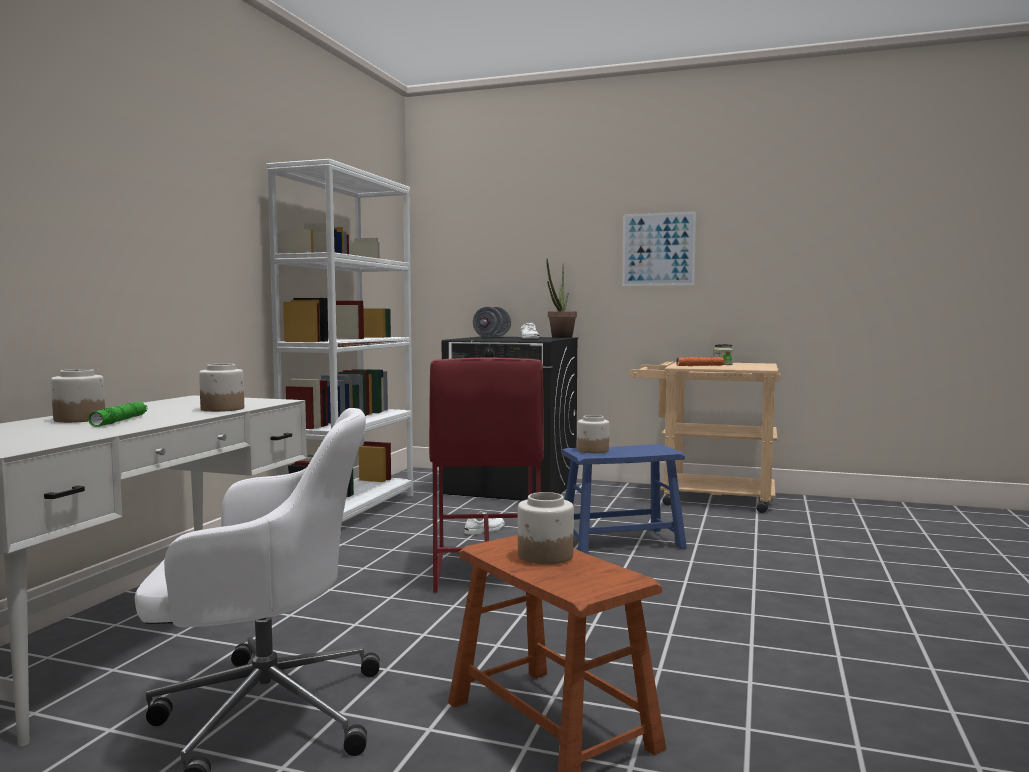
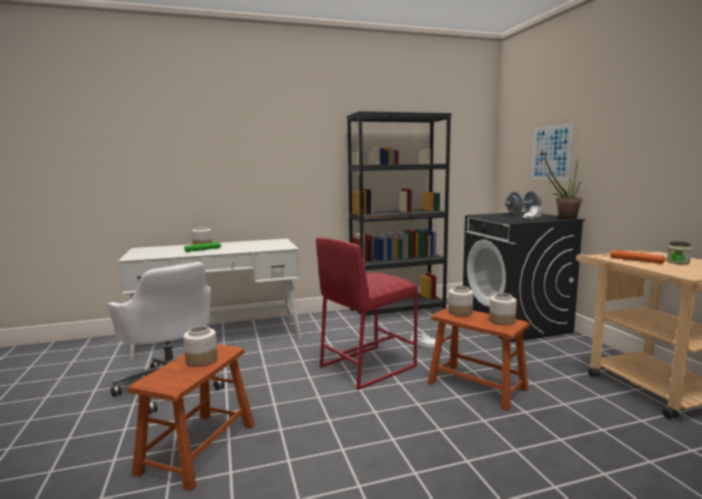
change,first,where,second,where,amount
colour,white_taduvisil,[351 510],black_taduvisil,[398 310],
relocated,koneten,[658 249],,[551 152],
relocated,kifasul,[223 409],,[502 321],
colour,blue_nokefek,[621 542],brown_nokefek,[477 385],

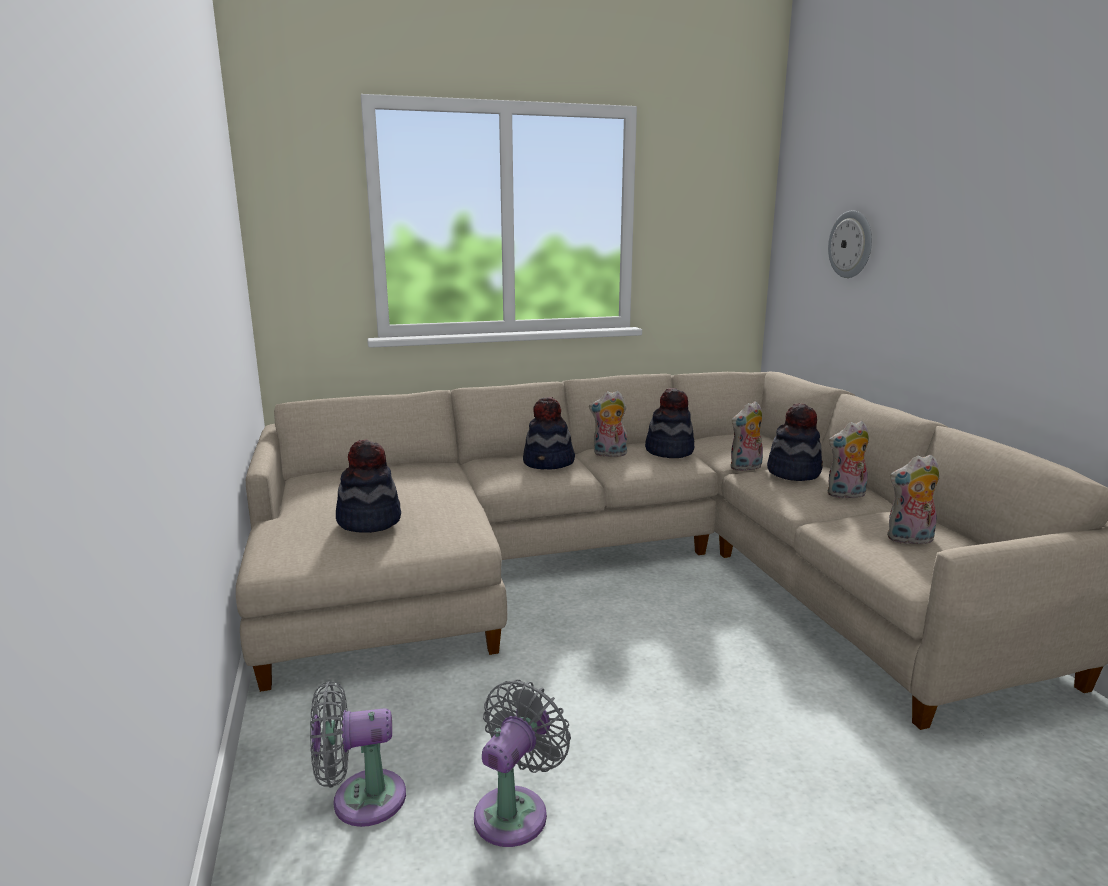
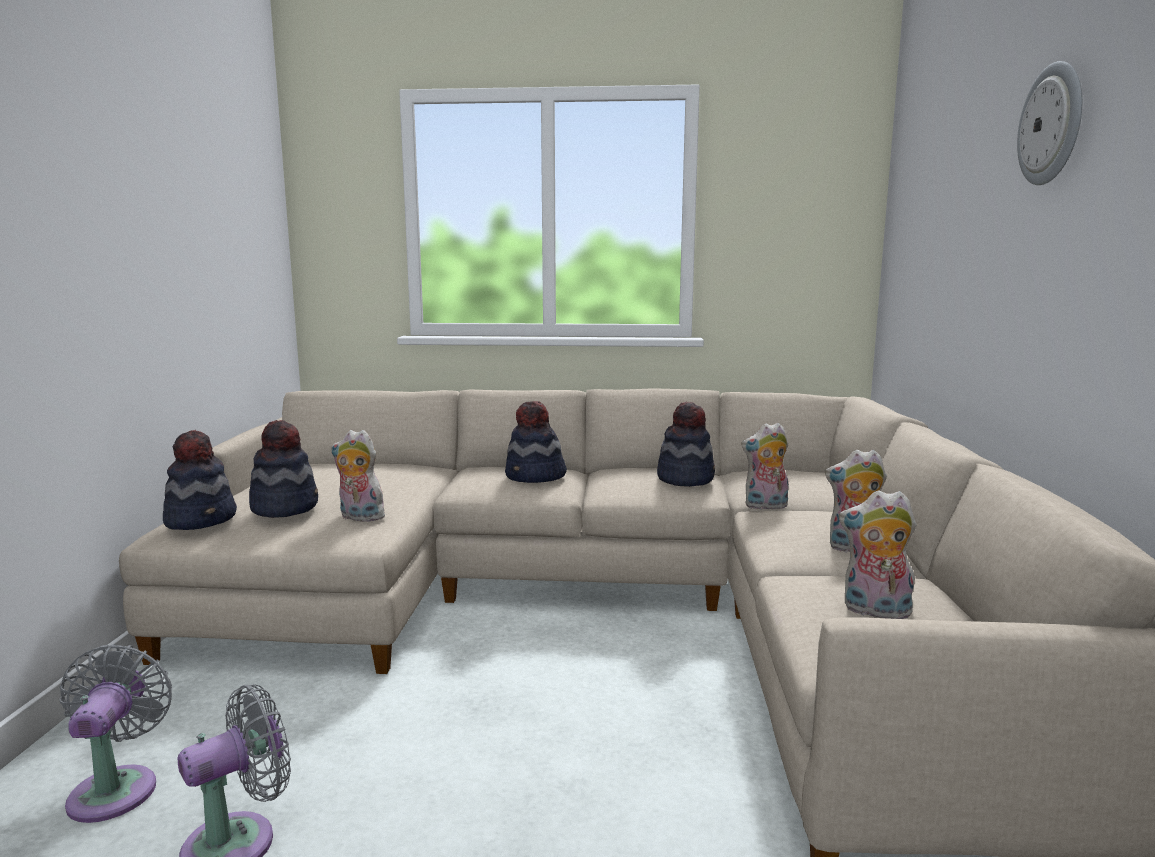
change,first,where,second,where,amount
relocated,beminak,[851 244],,[1052 124],
relocated,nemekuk,[609 454],,[359 517],
relocated,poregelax,[793 472],,[202 519],
spun,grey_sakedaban,[361 799],,[117 788],75 degrees clockwise

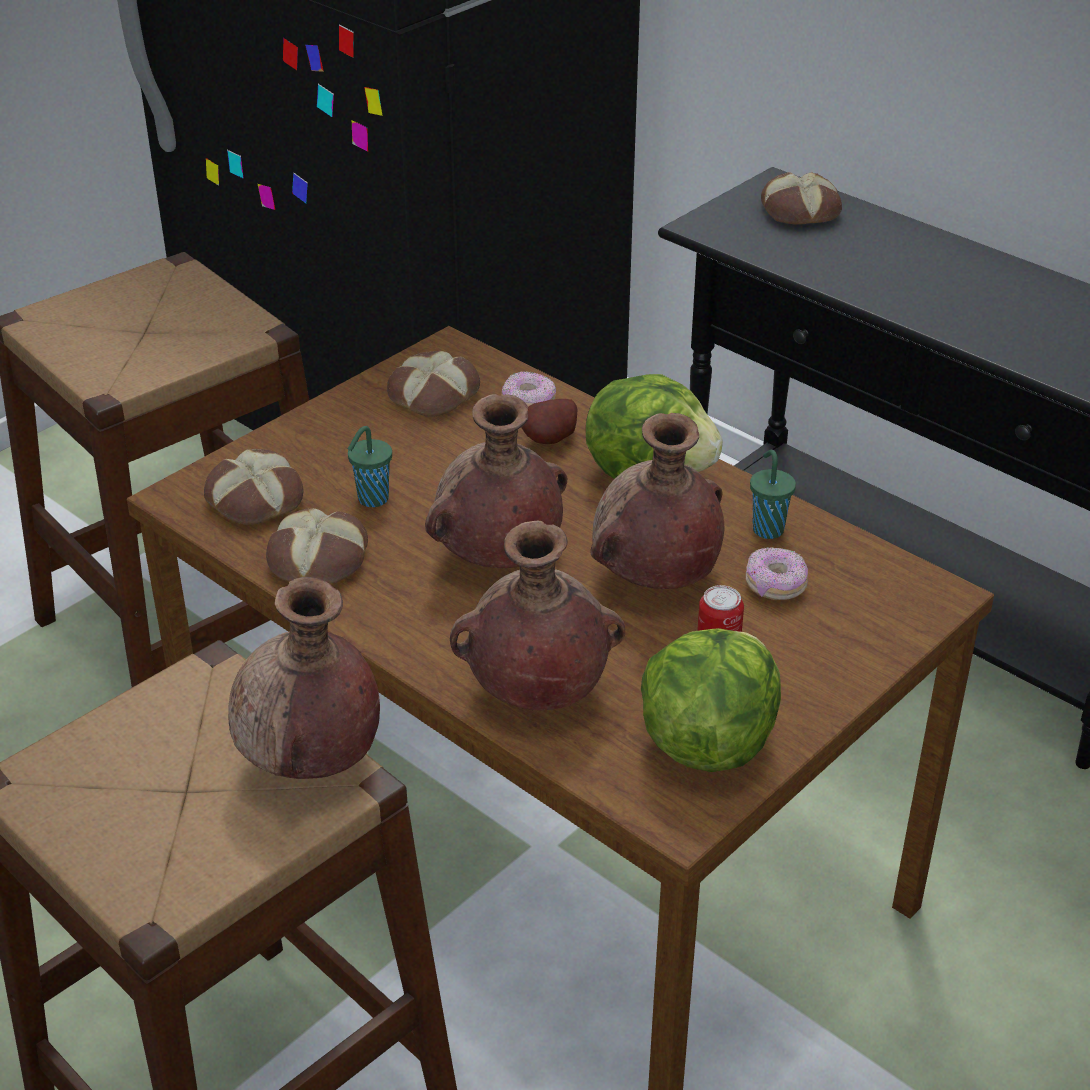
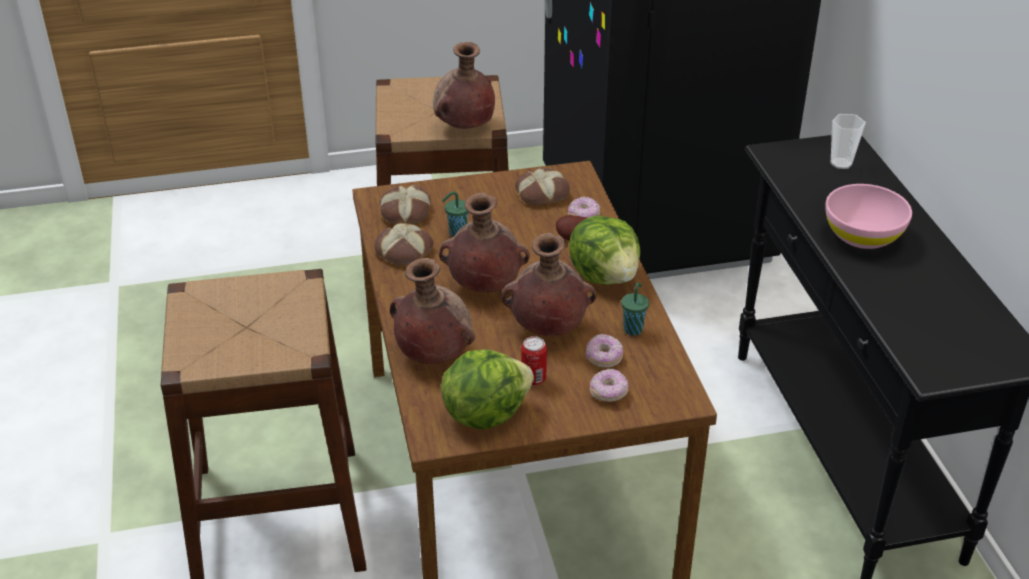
change,first,where,second,where,amount
exchanged,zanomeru,[800 211],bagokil,[841 163],
relocated,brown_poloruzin,[310 762],,[464 127],
appeared,,,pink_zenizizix,[863 236],
appeared,,,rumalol,[608 393],

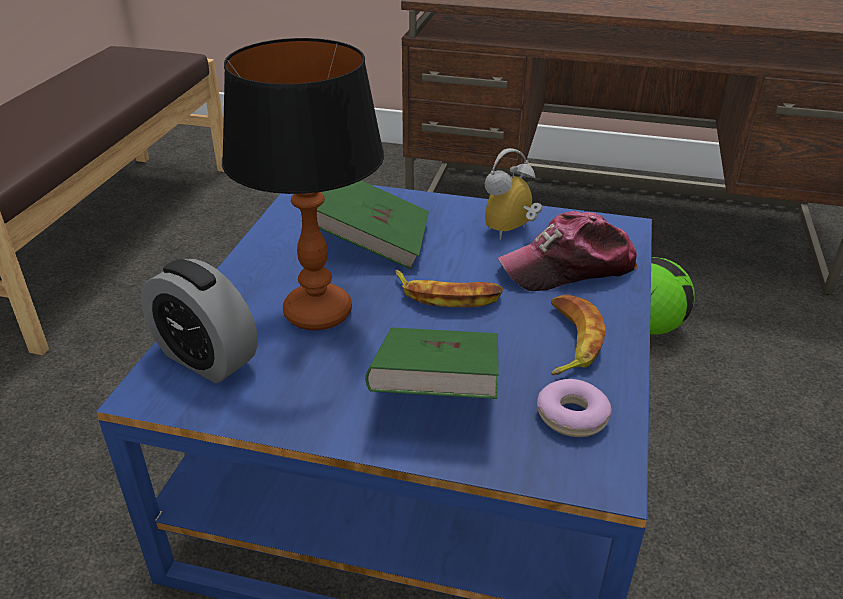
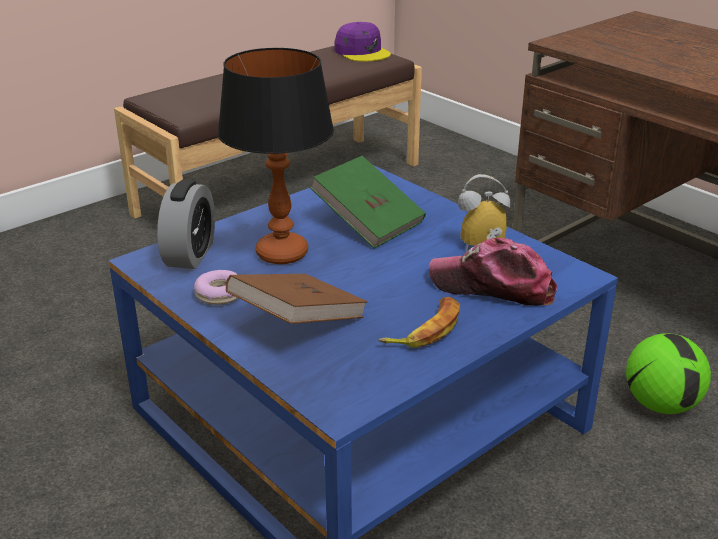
change,first,where,second,where,amount
spun,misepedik,[206 358],,[190 255],150 degrees counterclockwise
missing,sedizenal,[447 295],,,
colour,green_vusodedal,[436 390],brown_vusodedal,[298 322],
relocated,rumalol,[572 416],,[219 294],
appeared,,,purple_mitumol,[362 52],

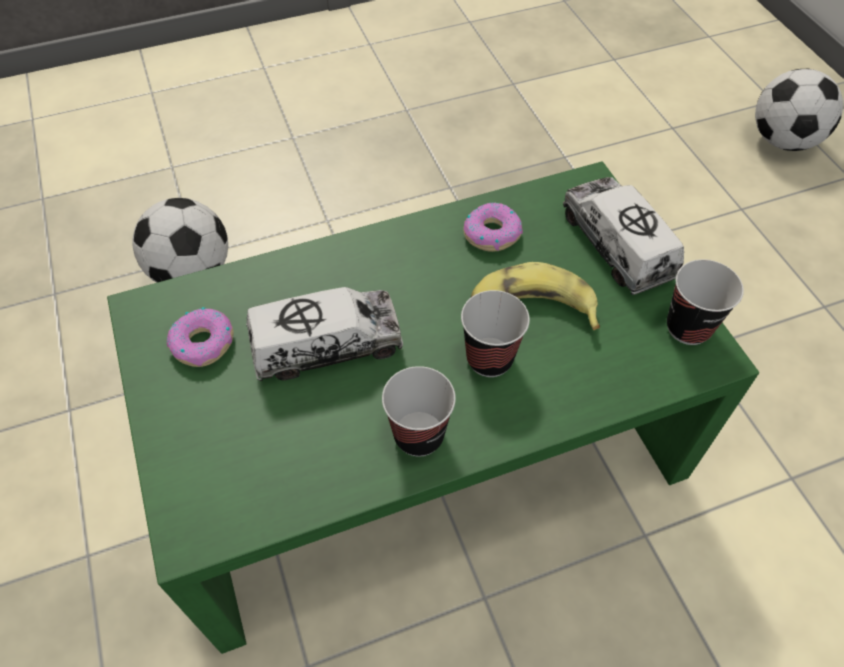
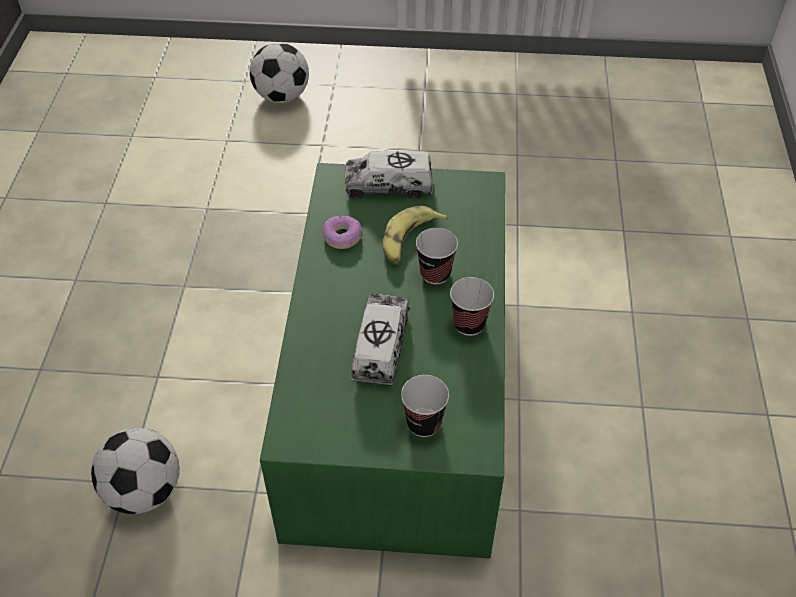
change,first,where,second,where,amount
relocated,bagokil,[688 327],,[424 423],
missing,rumalol,[203 343],,,

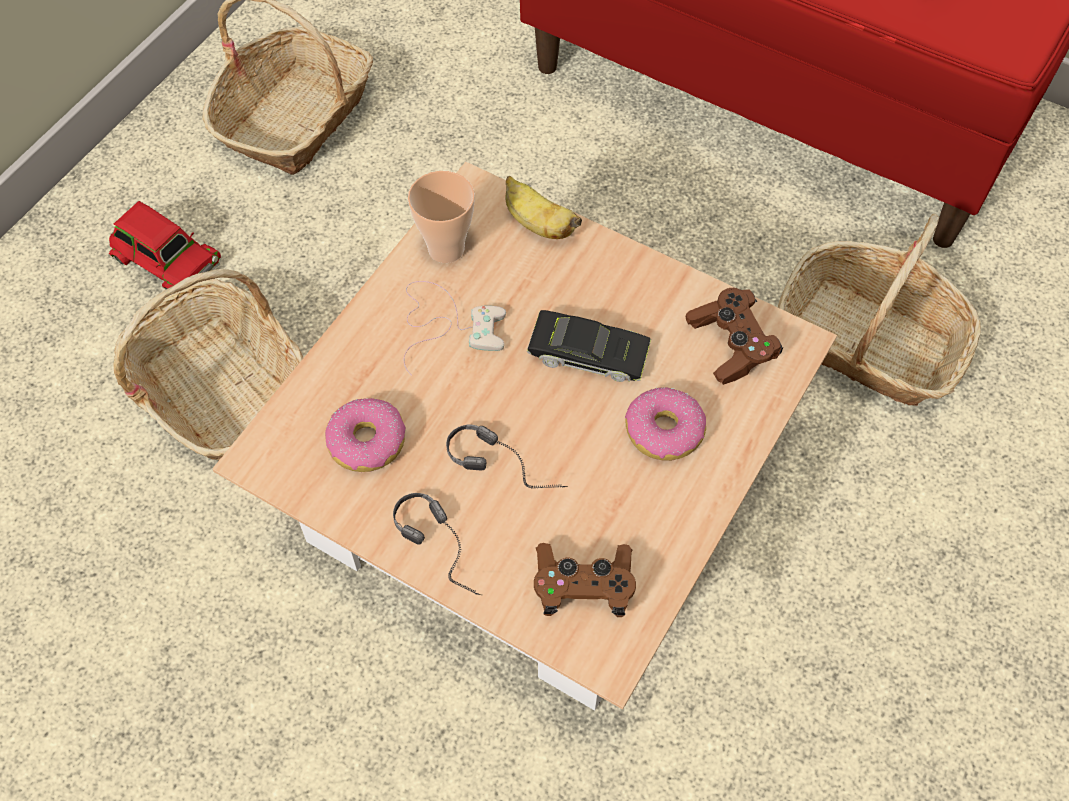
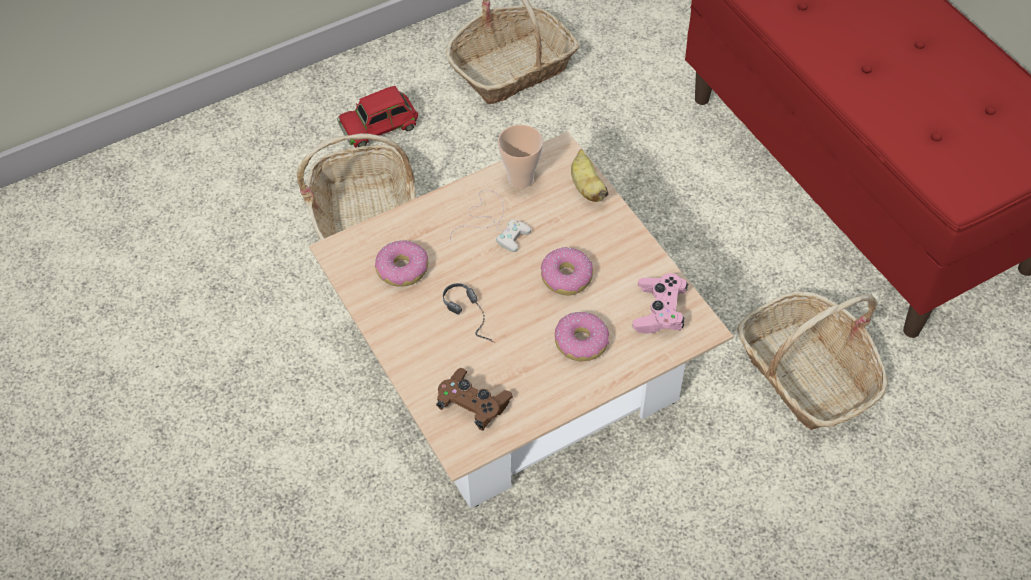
change,first,where,second,where,amount
spun,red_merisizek,[165 258],,[379 124],90 degrees clockwise
colour,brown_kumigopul,[731 345],pink_kumigopul,[659 311],
exchanged,black_merisizek,[588 353],rumalol,[566 277],
missing,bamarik,[447 549],,,

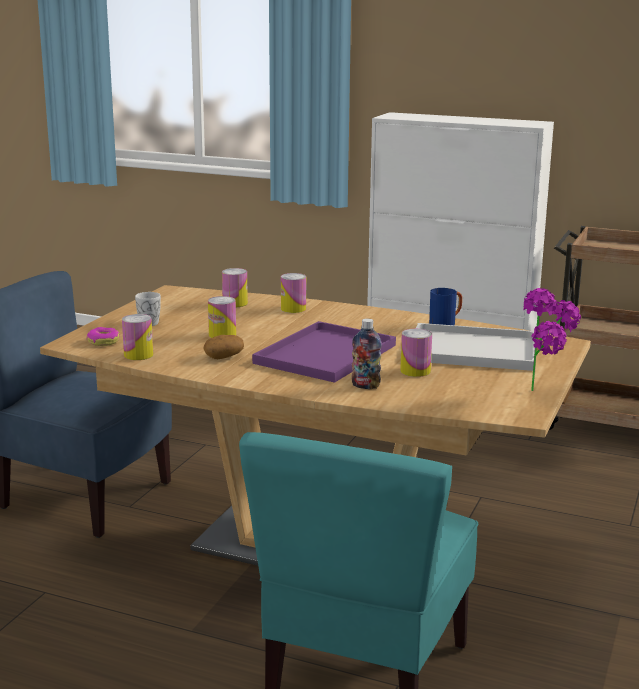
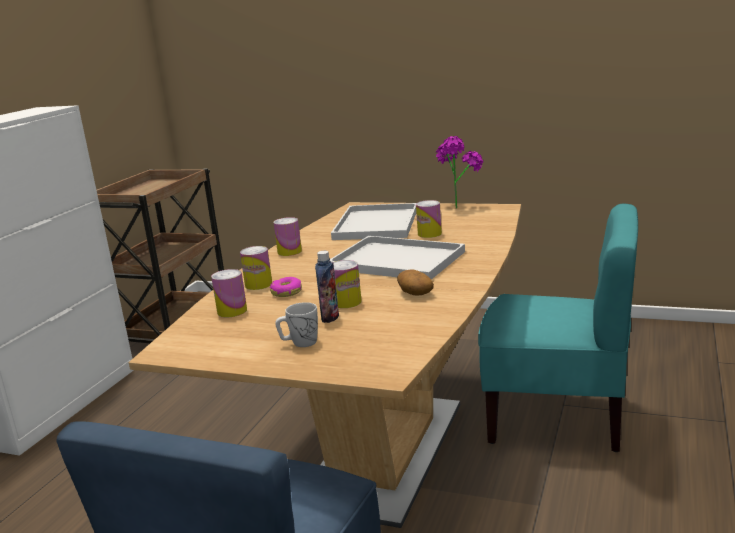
change,first,where,second,where,amount
missing,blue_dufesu,[446 324],,,
relocated,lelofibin,[138 355],,[289 252],
relocated,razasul,[365 386],,[330 317],
colour,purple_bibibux,[325 355],white_bibibux,[399 260],
relocated,rumalol,[103 342],,[286 292],

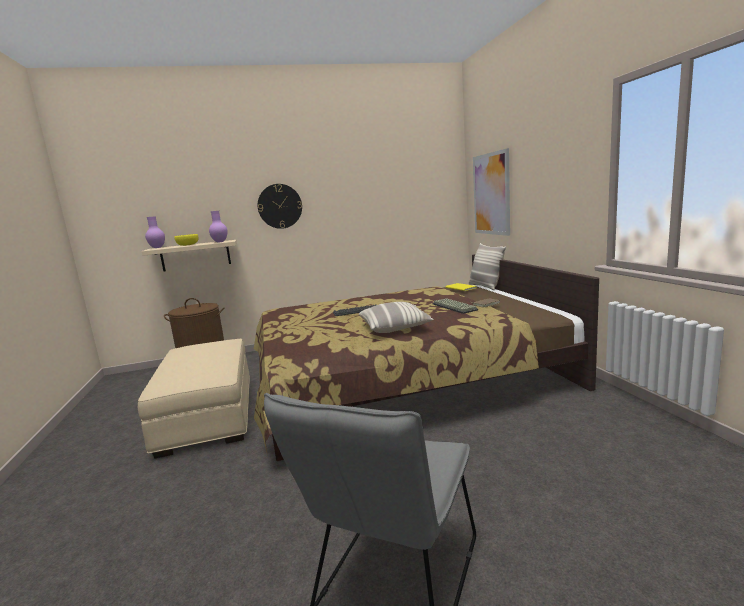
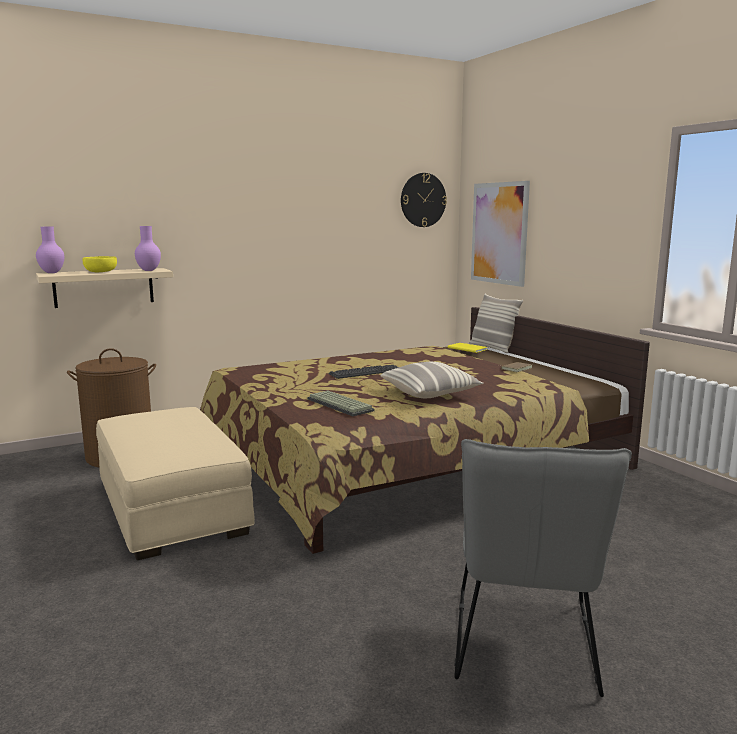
change,first,where,second,where,amount
relocated,beminak,[280 206],,[423 200],
relocated,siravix,[455 307],,[341 405],

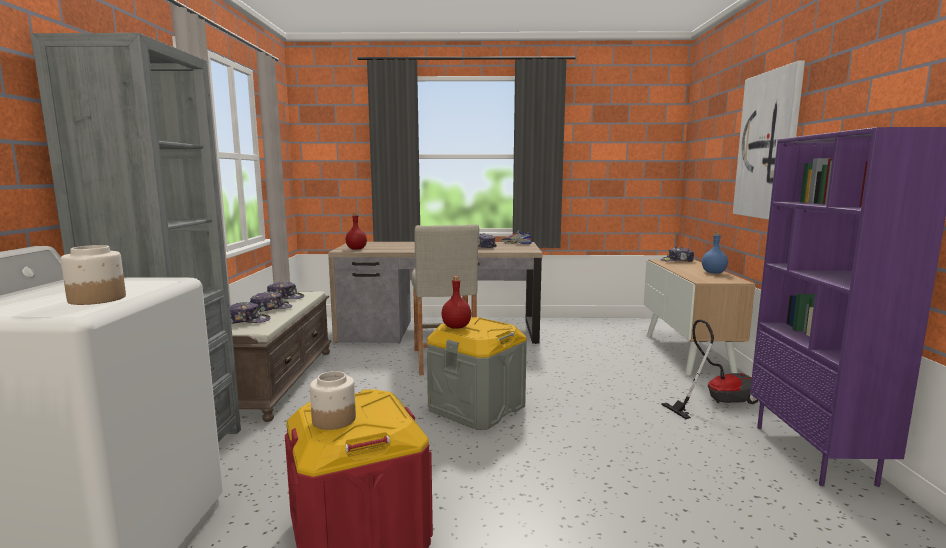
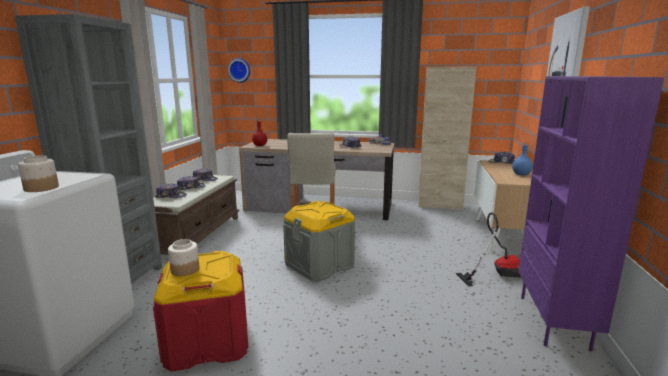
change,first,where,second,where,amount
missing,red_razasul,[456 327],,,
appeared,,,beminak,[240 70],
appeared,,,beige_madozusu,[440 205],

